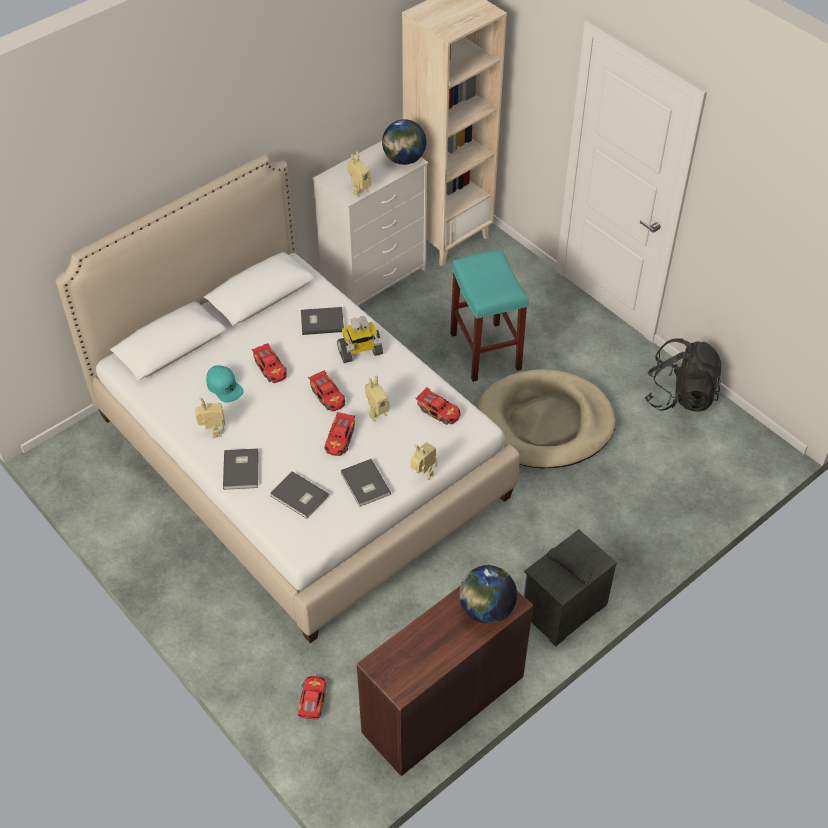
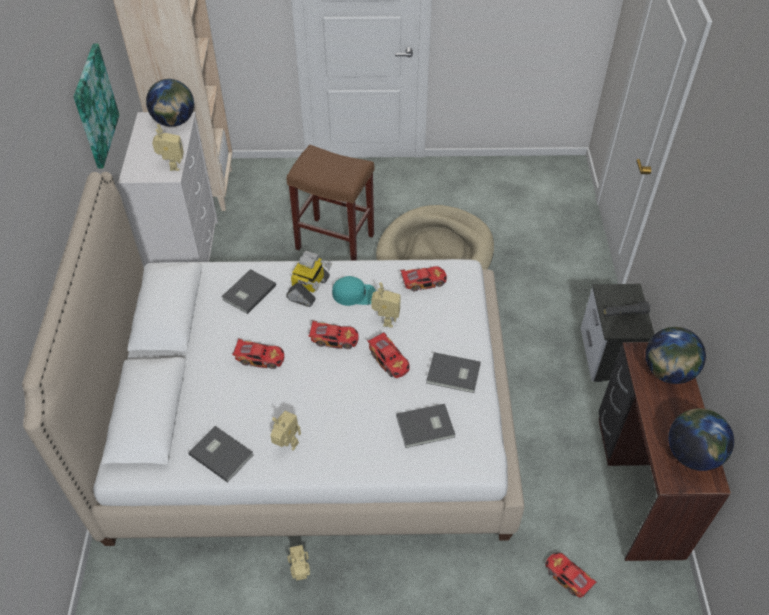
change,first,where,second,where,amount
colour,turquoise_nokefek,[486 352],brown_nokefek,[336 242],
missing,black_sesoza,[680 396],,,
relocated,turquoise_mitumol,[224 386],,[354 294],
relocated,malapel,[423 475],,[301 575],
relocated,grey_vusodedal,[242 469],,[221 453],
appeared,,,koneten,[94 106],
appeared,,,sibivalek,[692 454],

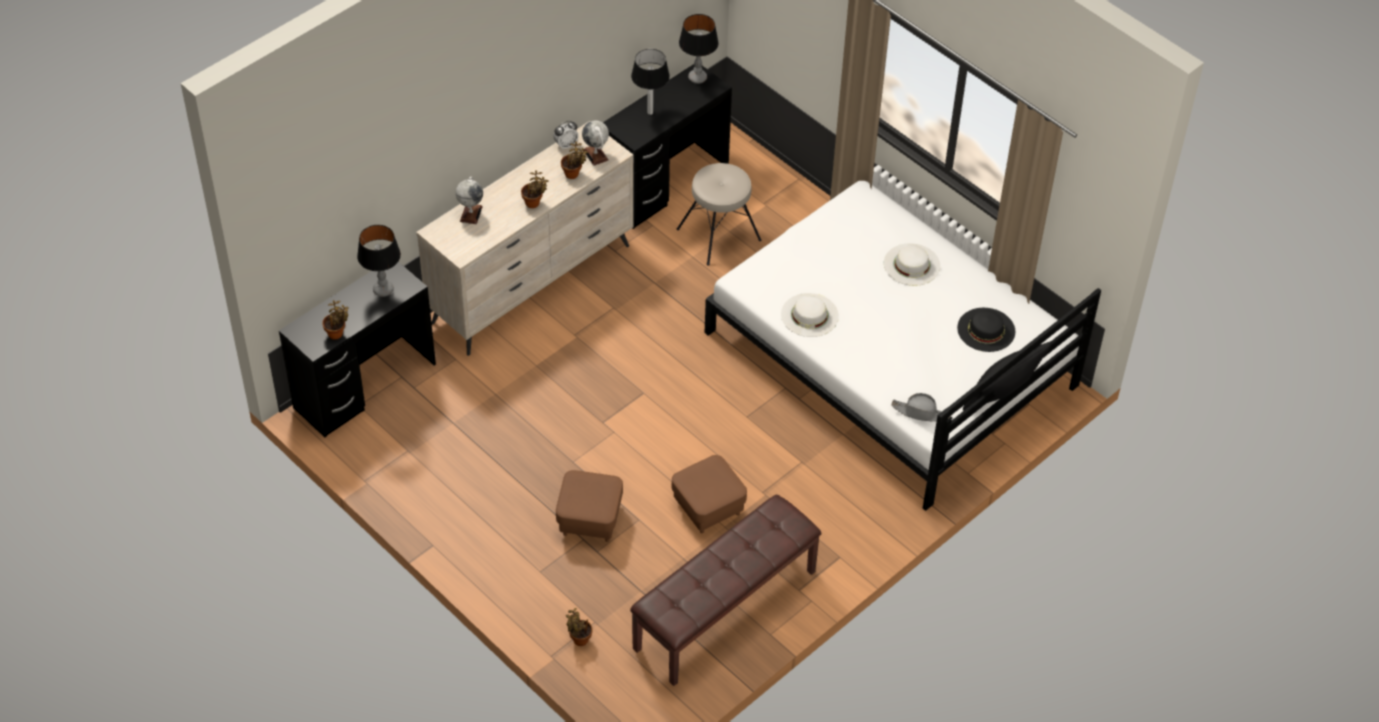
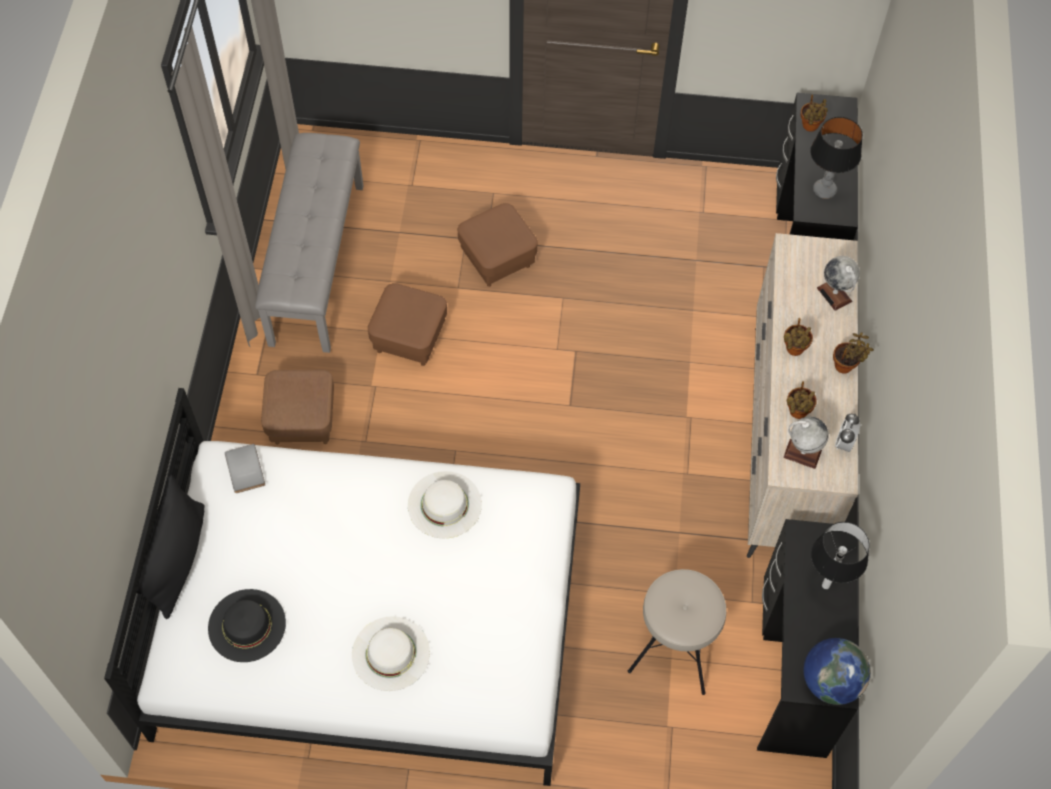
change,first,where,second,where,amount
exchanged,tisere,[697 78],sibivalek,[830 681],
exchanged,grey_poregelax,[921 412],grey_vusodedal,[243 470],
colour,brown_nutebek,[725 610],grey_nutebek,[316 263],
relocated,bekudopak,[579 639],,[845 366],
appeared,,,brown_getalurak,[302 421],

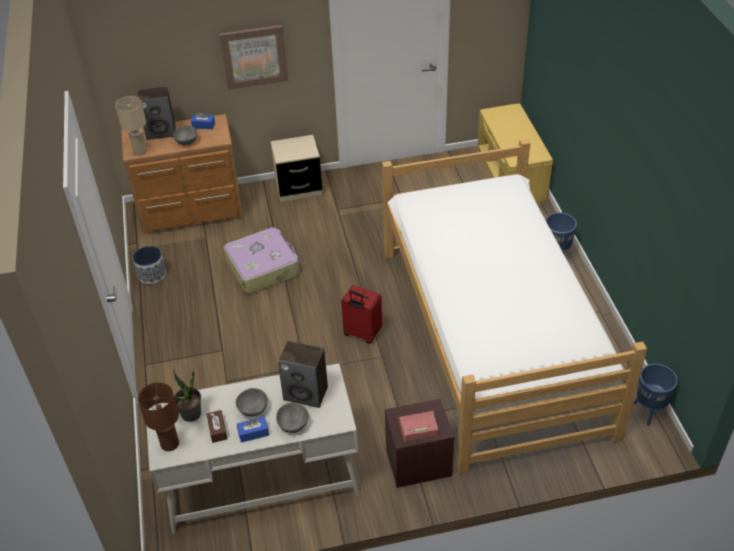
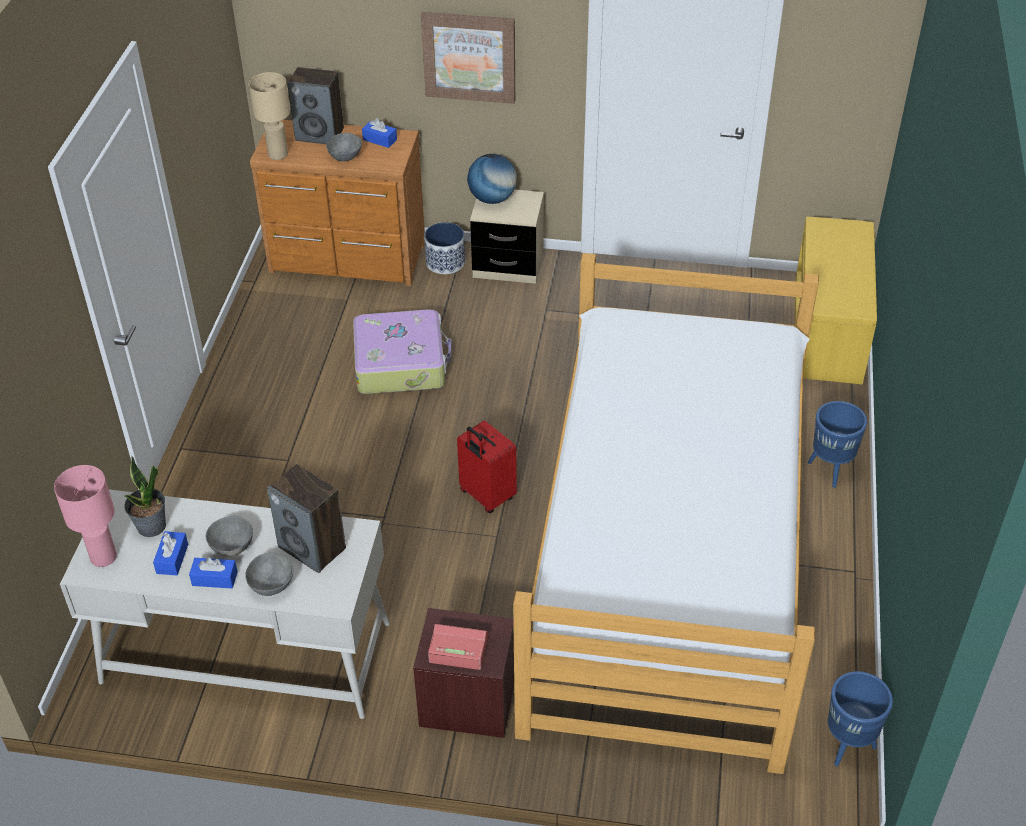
change,first,where,second,where,amount
relocated,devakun,[152 274],,[446 262],
colour,brown_tisere,[169 444],pink_tisere,[103 557],
colour,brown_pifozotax,[217 430],blue_pifozotax,[172 559],
appeared,,,sibivalek,[492 199],

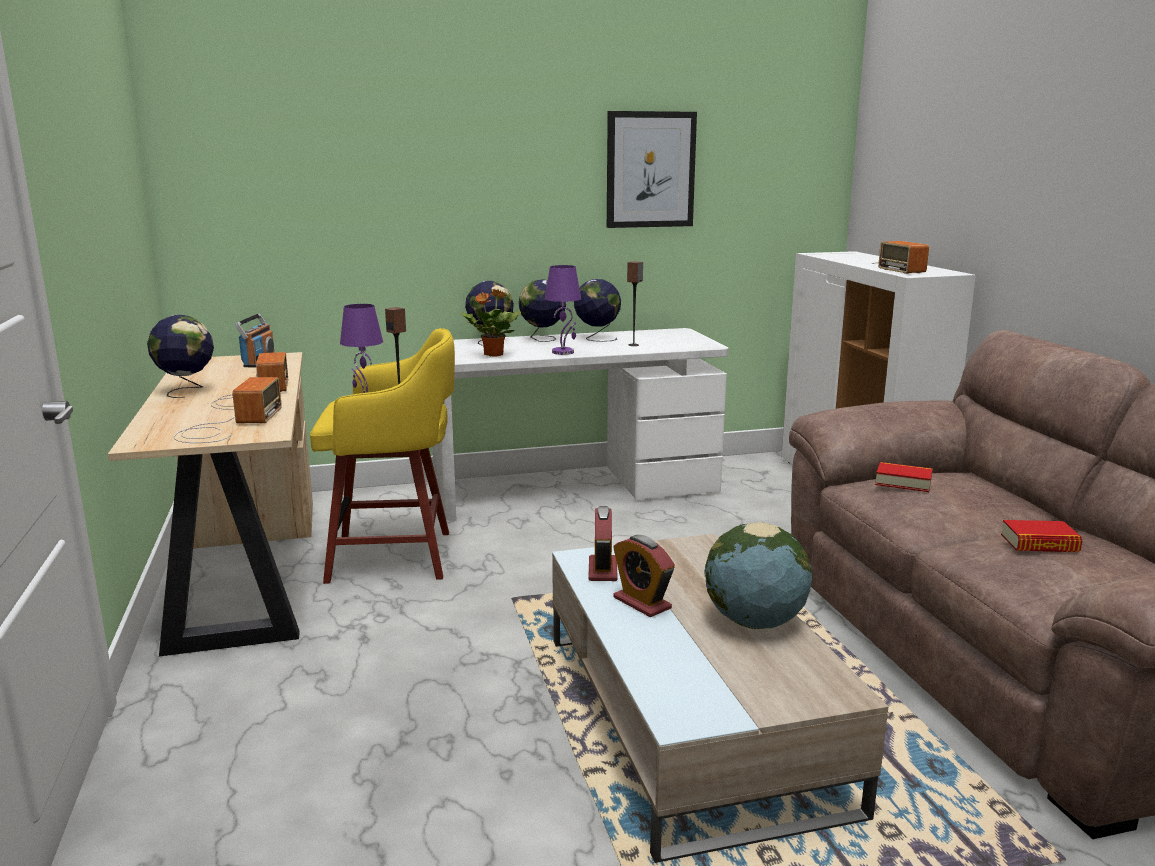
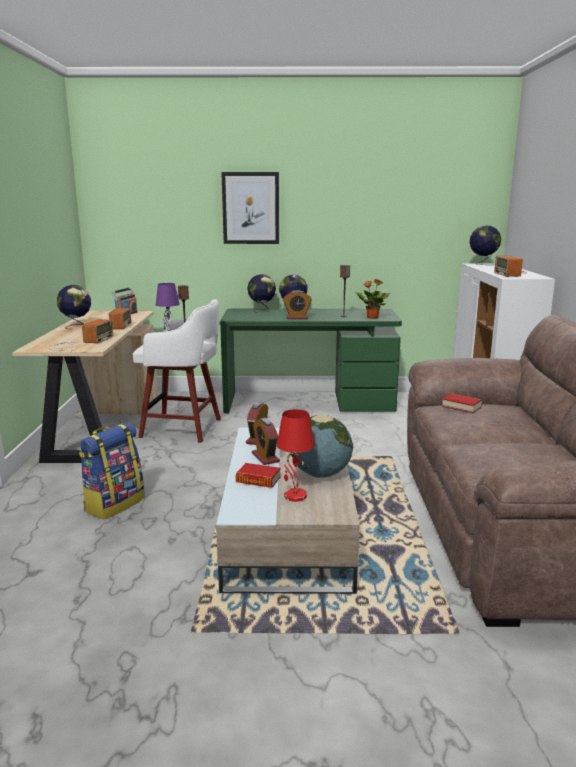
change,first,where,second,where,amount
relocated,koneten,[650 170],,[251 208],
exchanged,purple_tisere,[563 352],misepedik,[297 318],
relocated,sibivalek,[597 339],,[482 264],
relocated,bekudopak,[492 354],,[372 317],
colour,yellow_nokefek,[395 556],white_nokefek,[184 428],
colour,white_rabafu,[575 488],green_rabafu,[309 402],
relocated,vusodedal,[1039 543],,[258 480],
appeared,,,red_tisere,[294 496],
appeared,,,sesoza,[114 504],

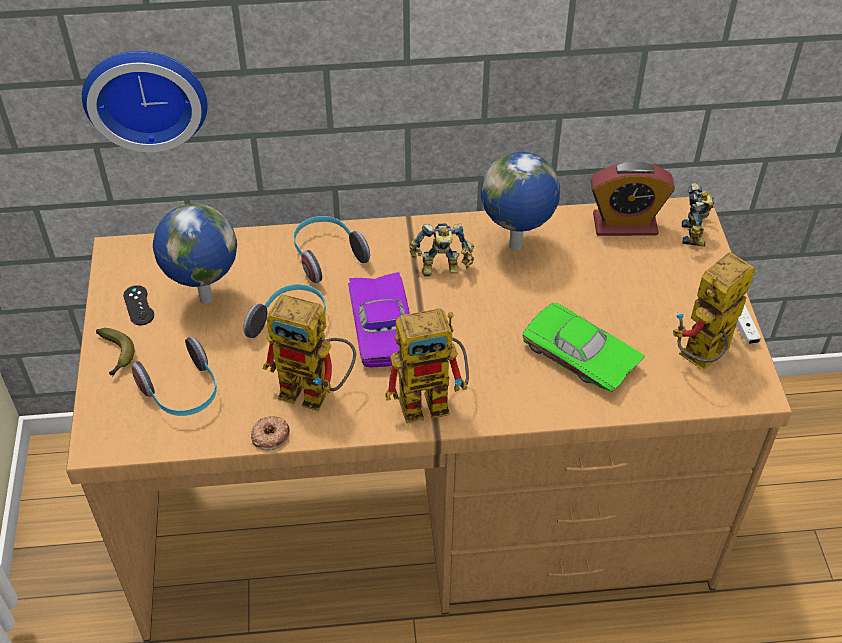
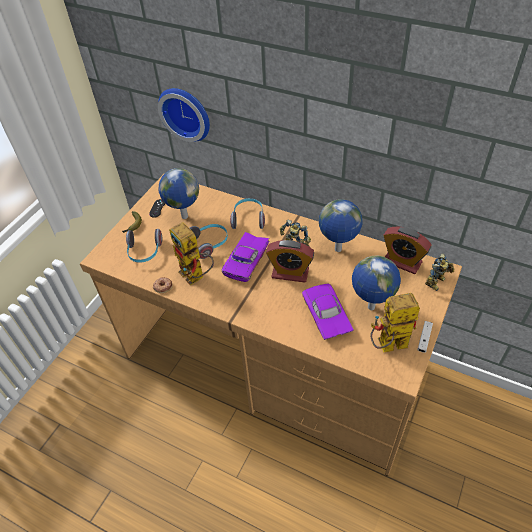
change,first,where,second,where,amount
colour,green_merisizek,[578 358],purple_merisizek,[324 316],
missing,malapel,[434 400],,,
appeared,,,misepedik,[290 273],
appeared,,,sibivalek,[370 307],

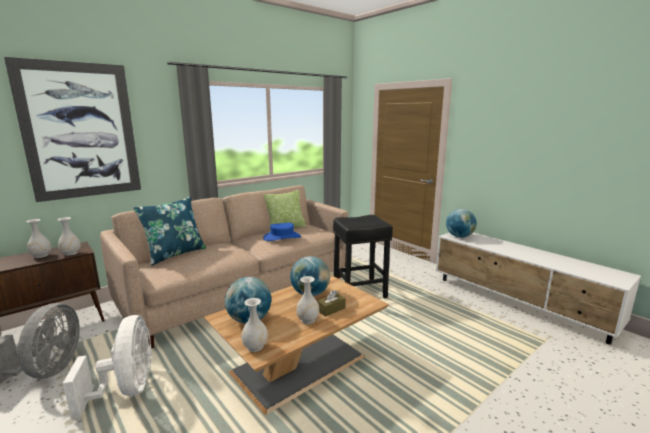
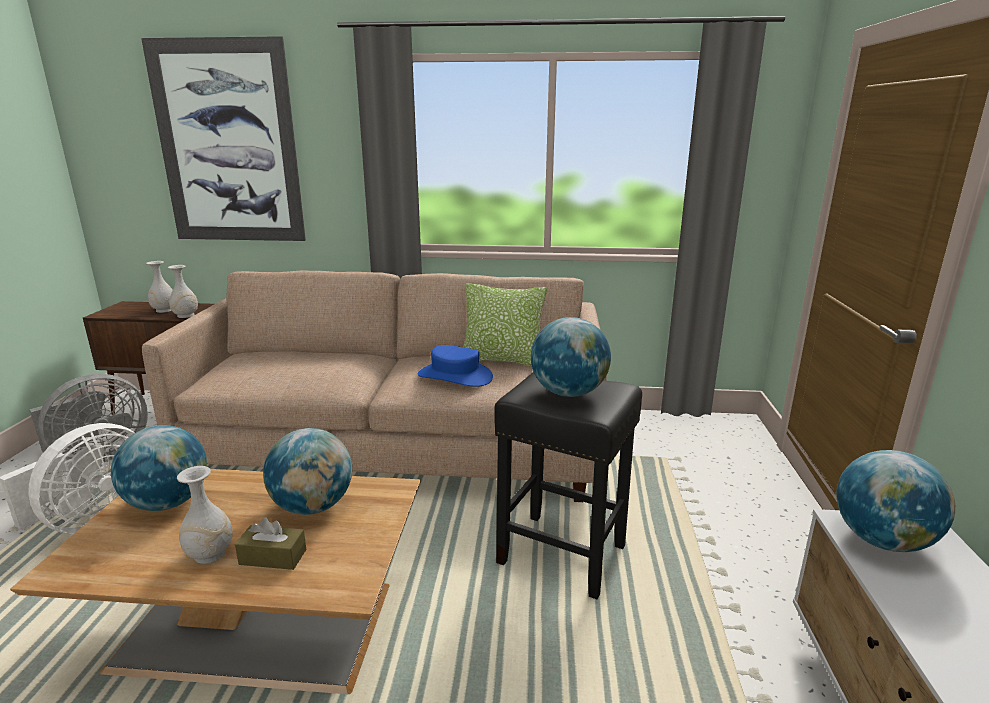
change,first,where,second,where,amount
missing,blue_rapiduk,[175 254],,,
missing,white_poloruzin,[255 347],,,
appeared,,,sibivalek,[569 393],

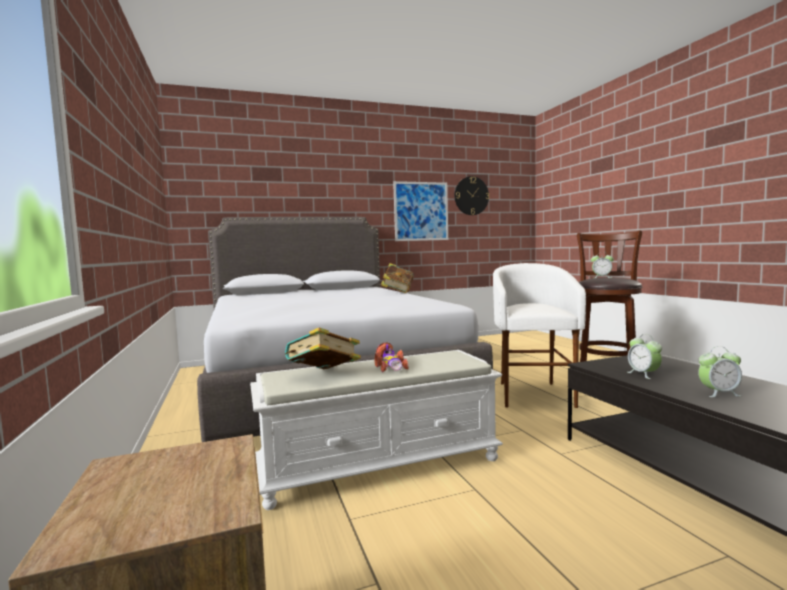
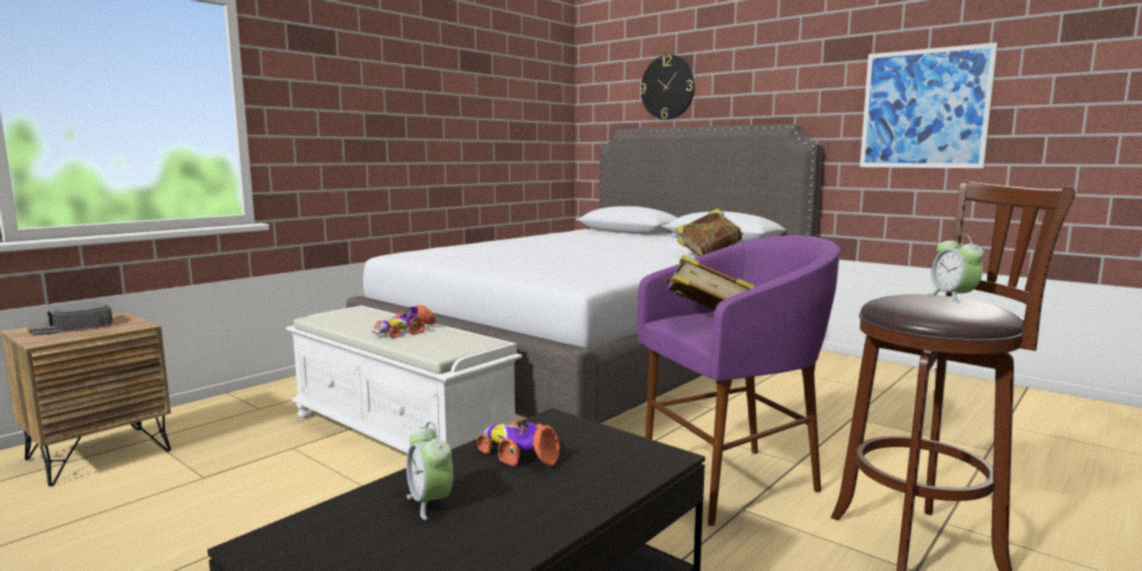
change,first,where,second,where,amount
relocated,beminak,[471 196],,[668 87],
colour,white_nokefek,[533 394],purple_nokefek,[733 482],
relocated,vusodedal,[323 375],,[705 320],
exchanged,misepedik,[643 374],merisizek,[518 454],
appeared,,,grey_mitumol,[71 326],

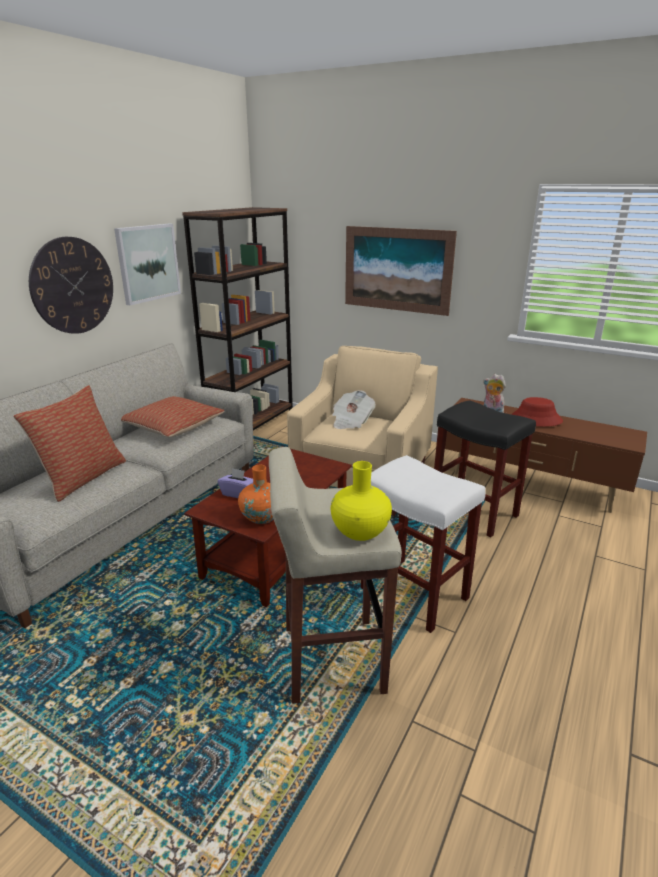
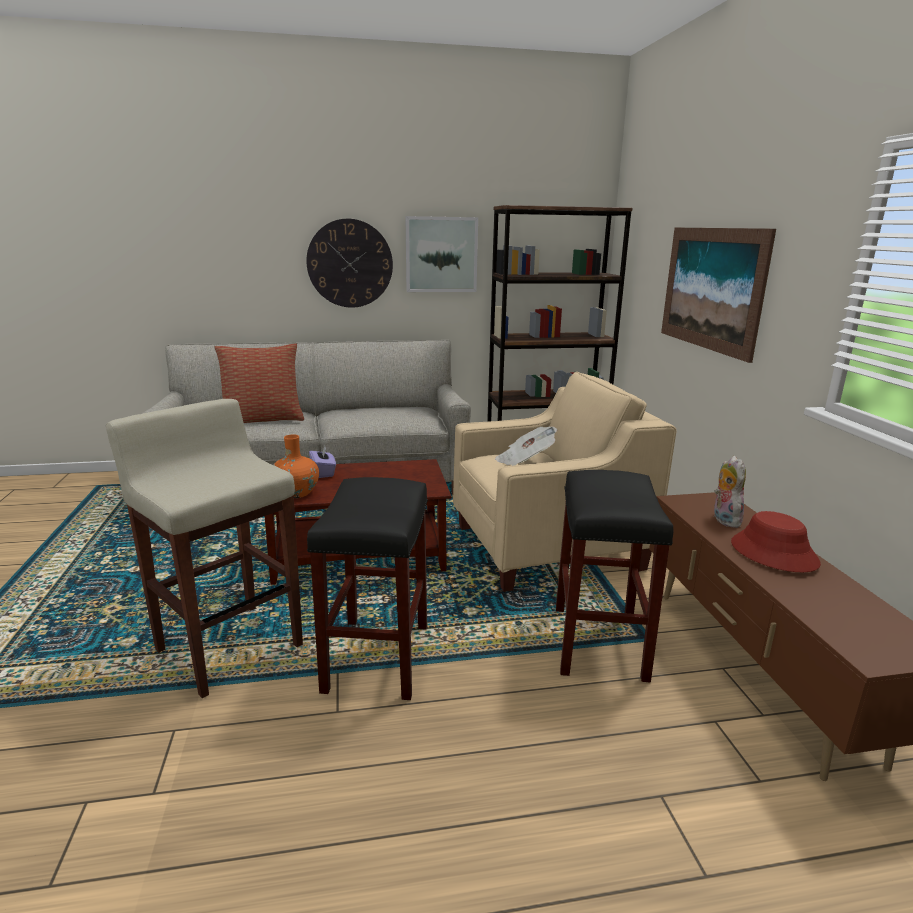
change,first,where,second,where,amount
missing,rapiduk,[173 427],,,
colour,white_nokefek,[412 593],black_nokefek,[376 656],
missing,yellow_poloruzin,[360 531],,,

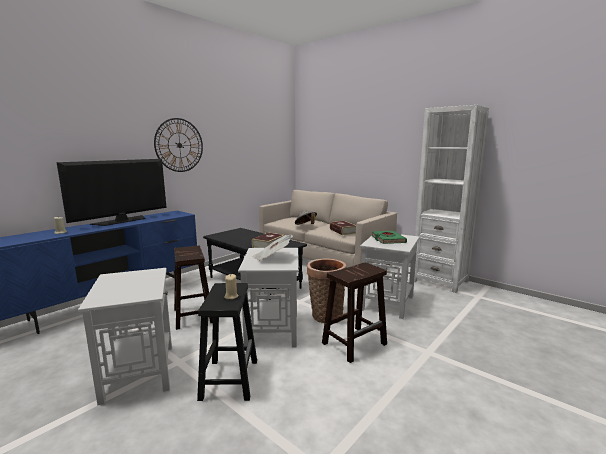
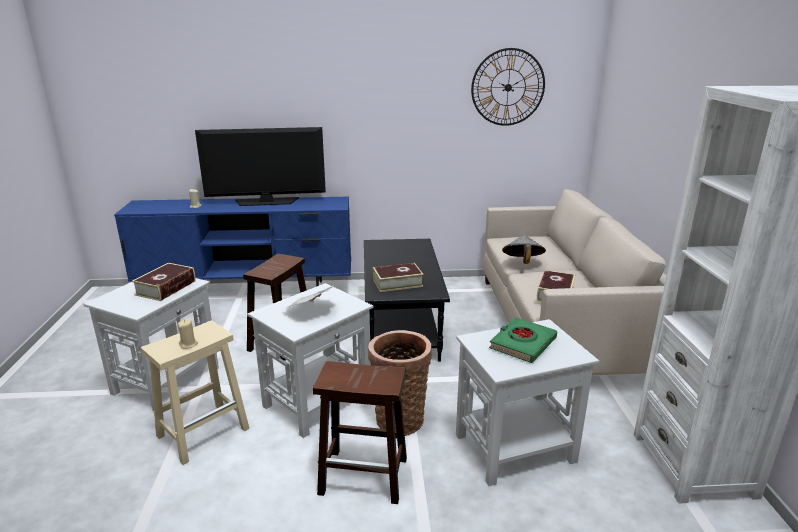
change,first,where,second,where,amount
relocated,beminak,[179 145],,[508 87],
colour,black_nokefek,[229 378],beige_nokefek,[204 431],
appeared,,,vusodedal,[166 288],

